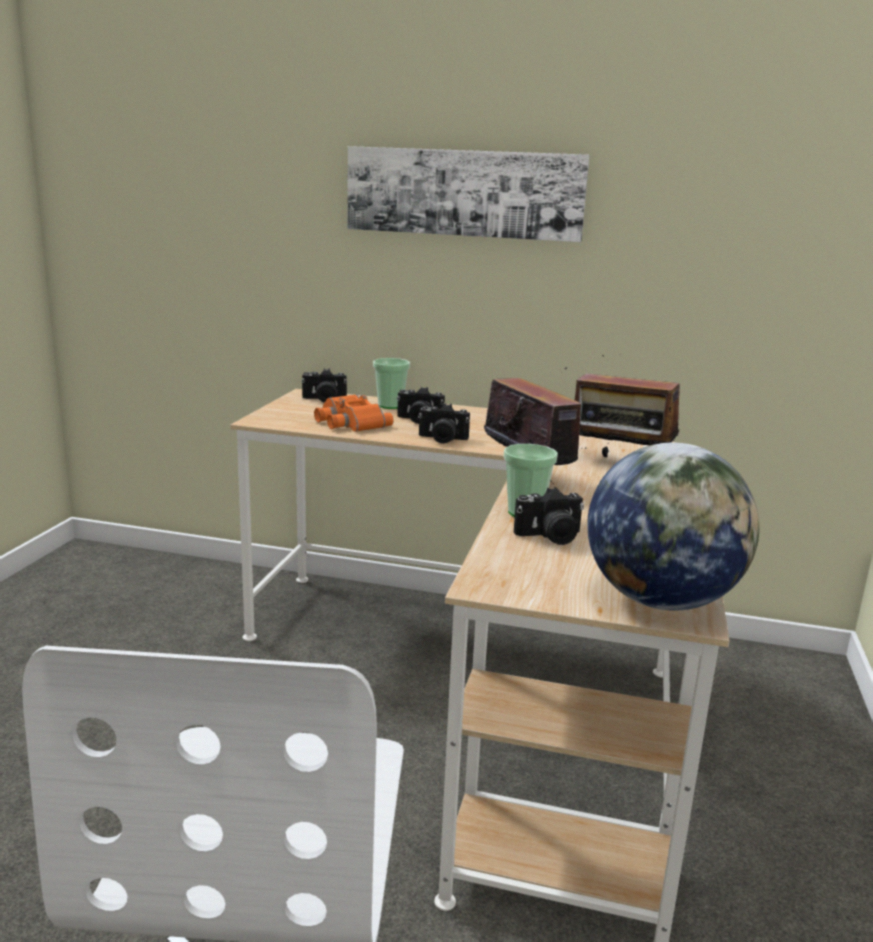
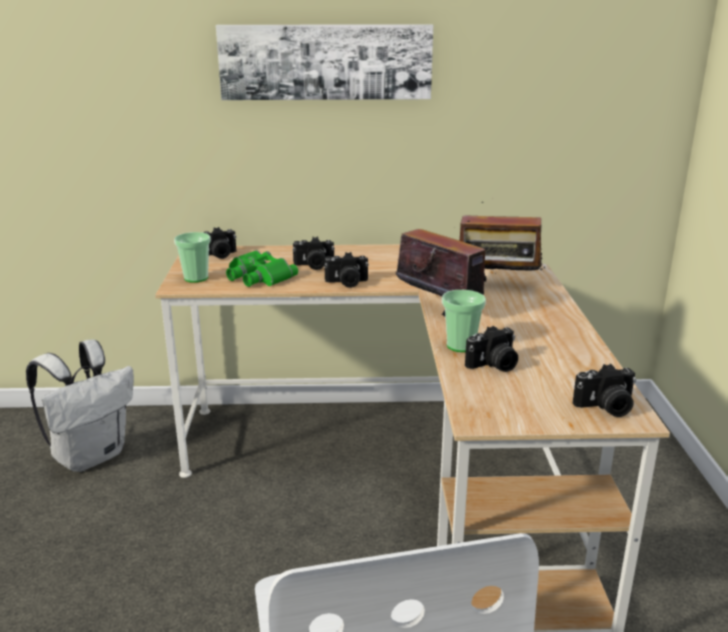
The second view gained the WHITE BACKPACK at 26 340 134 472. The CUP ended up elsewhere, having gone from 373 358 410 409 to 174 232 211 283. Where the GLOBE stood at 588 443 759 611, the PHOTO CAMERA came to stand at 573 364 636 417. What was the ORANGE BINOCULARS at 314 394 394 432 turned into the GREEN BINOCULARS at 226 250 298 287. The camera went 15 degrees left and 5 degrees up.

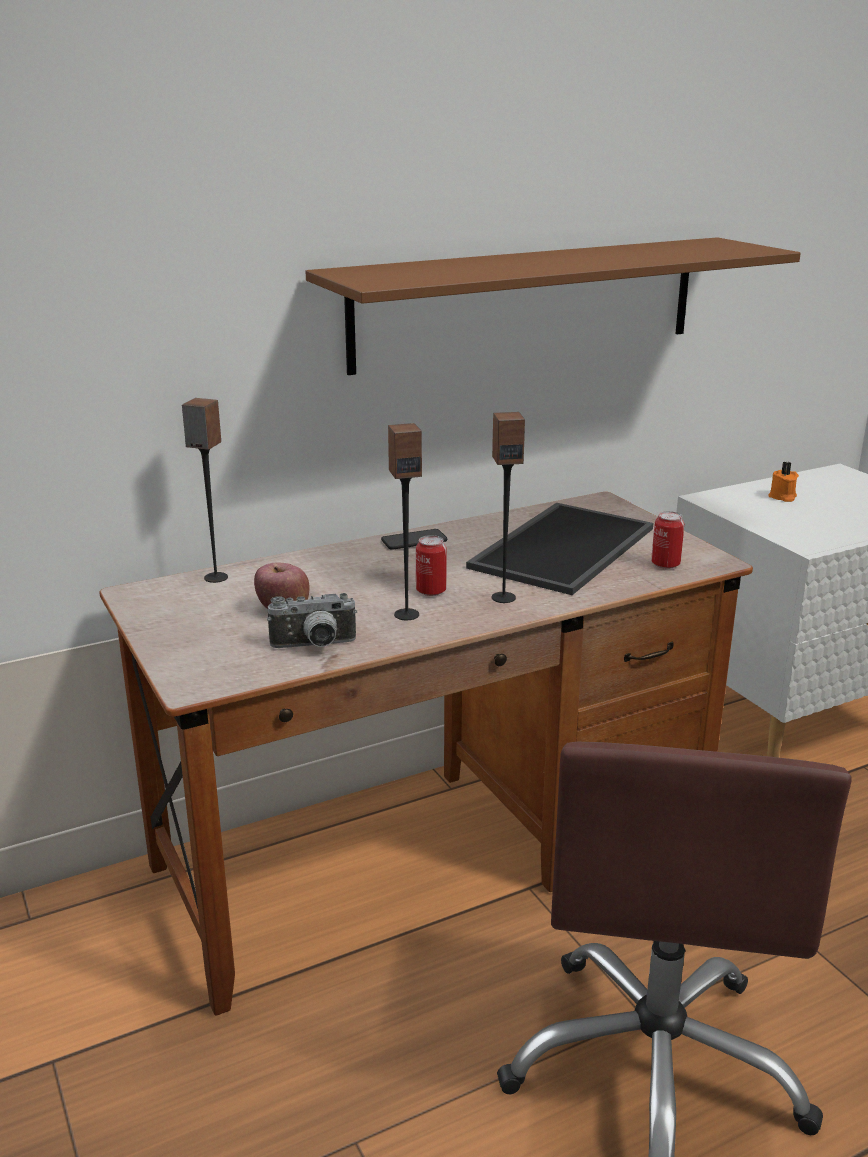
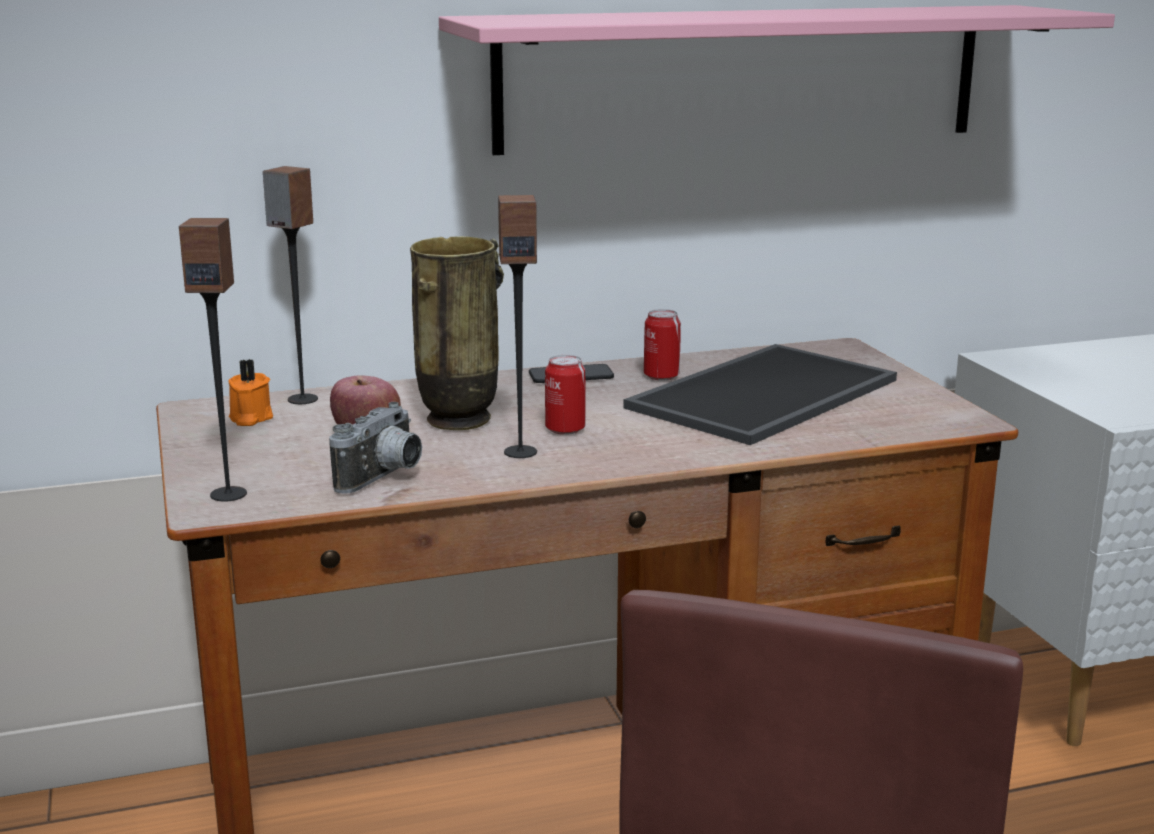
The second view gained the VASE at 410 236 504 430. The SPEAKER ended up elsewhere, having gone from 491 412 525 603 to 179 218 247 502. The CAN ended up elsewhere, having gone from 651 511 684 569 to 644 309 681 381. The ORANGE CANDLE ended up elsewhere, having gone from 768 462 799 502 to 228 359 273 426. What was the BROWN SHELF at 305 237 801 375 turned into the PINK SHELF at 439 5 1115 155. The PHOTO CAMERA at 267 593 357 648 ended up facing another way, 60 degrees counterclockwise from before. The camera went 10 degrees right and 5 degrees down.

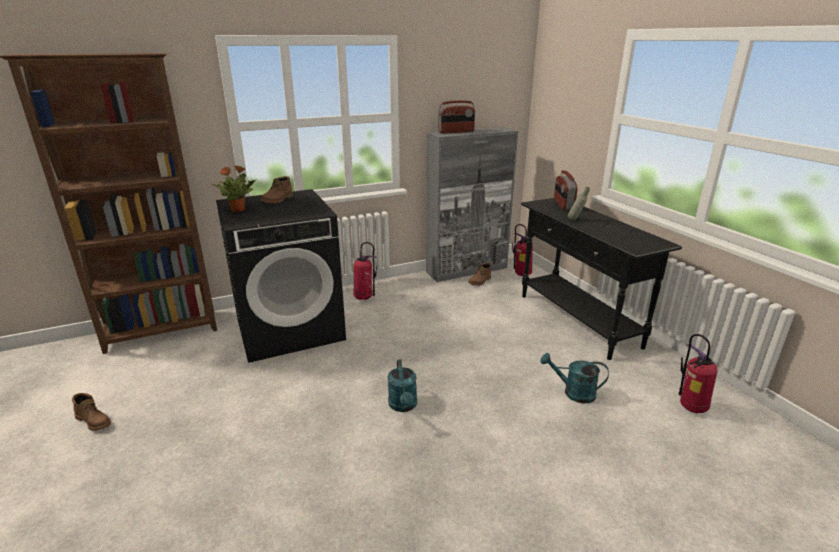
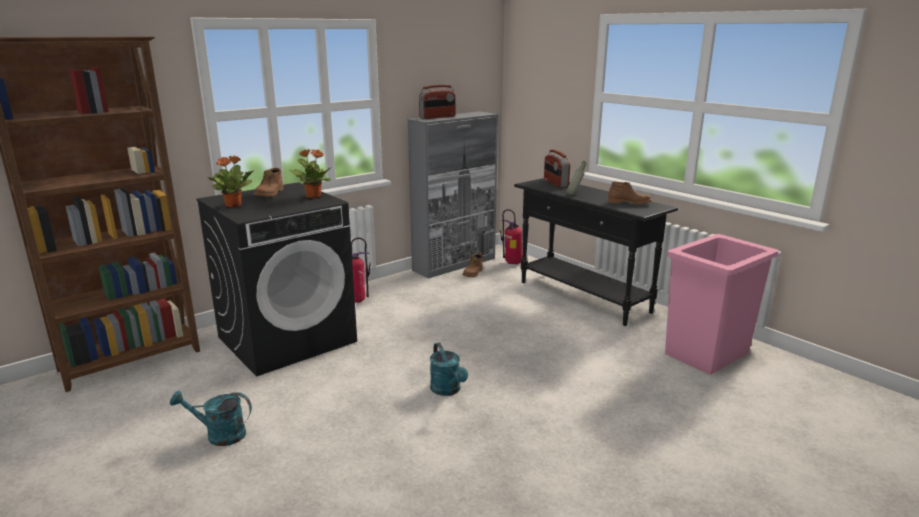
The second view gained the POTTED PLANT at 289 149 332 198. The BROWN BOOT ended up elsewhere, having gone from 72 393 111 431 to 608 182 652 205. The TURQUOISE WATERING CAN ended up elsewhere, having gone from 540 353 609 403 to 170 390 252 446. Where the FIRE EXTINGUISHER stood at 679 334 717 413, the PINK TRASH CAN came to stand at 665 234 779 375. The camera went 15 degrees left and 5 degrees down.

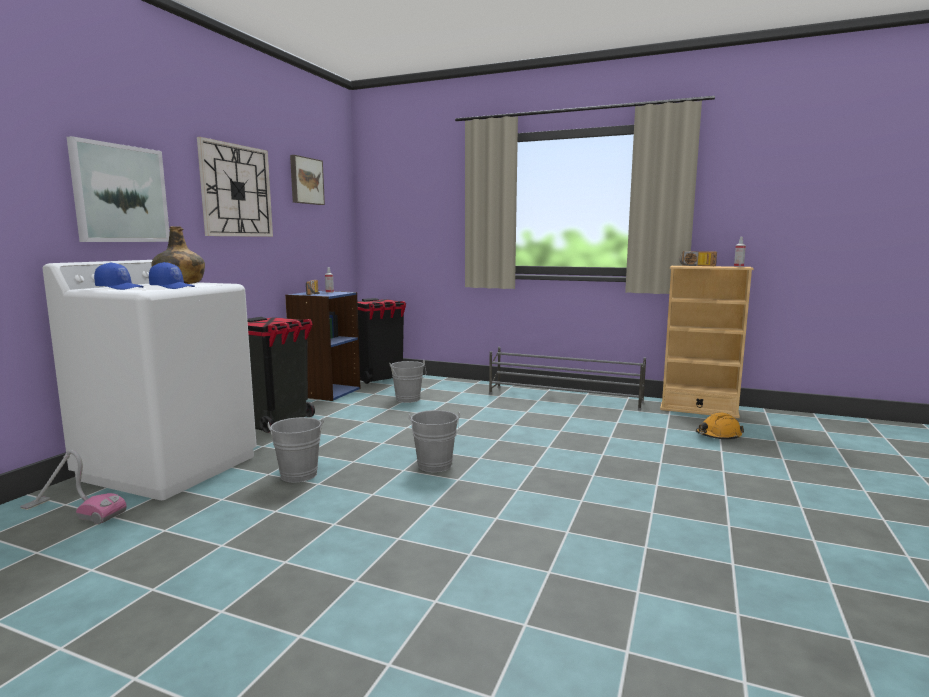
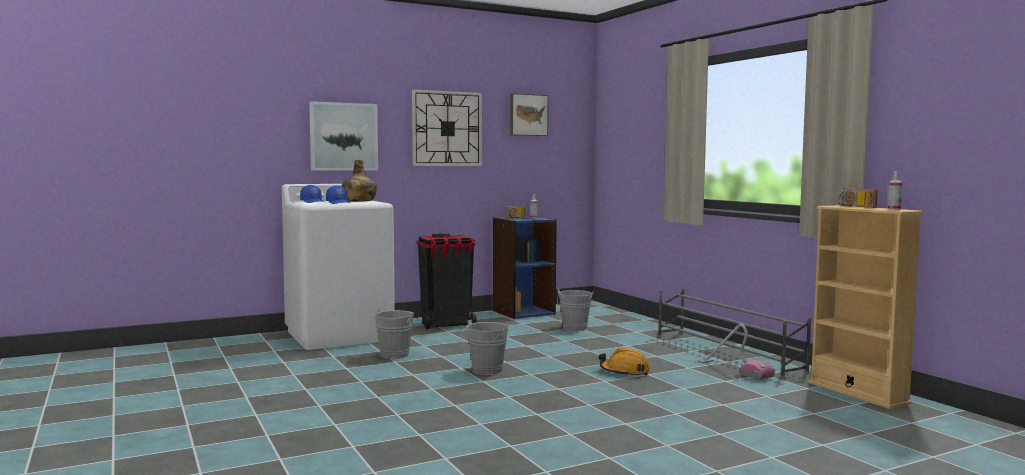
The second view lost the BLACK TRASH CAN at 357 298 406 384. The VACUUM CLEANER ended up elsewhere, having gone from 20 450 127 524 to 697 324 775 380. The ORANGE HARD HAT ended up elsewhere, having gone from 696 413 744 440 to 599 347 650 376. The camera went 40 degrees right and 5 degrees down.

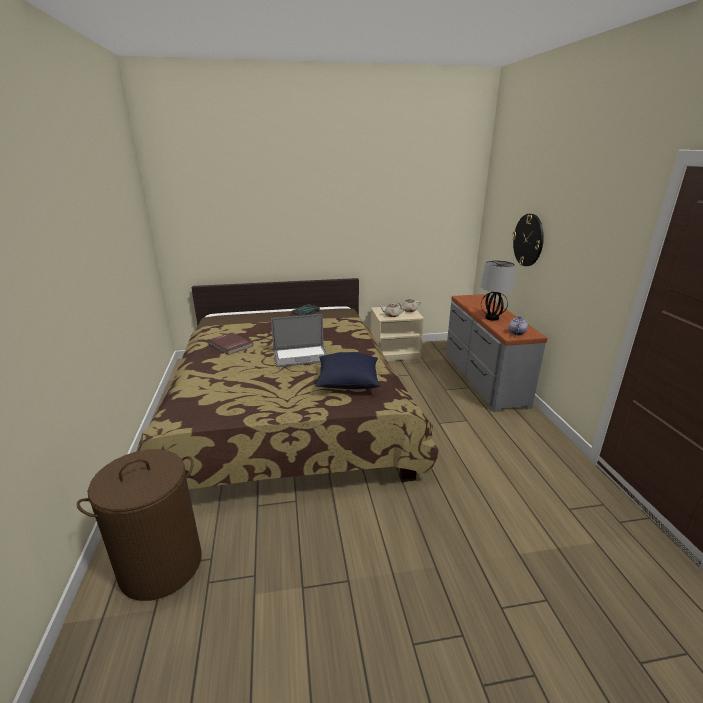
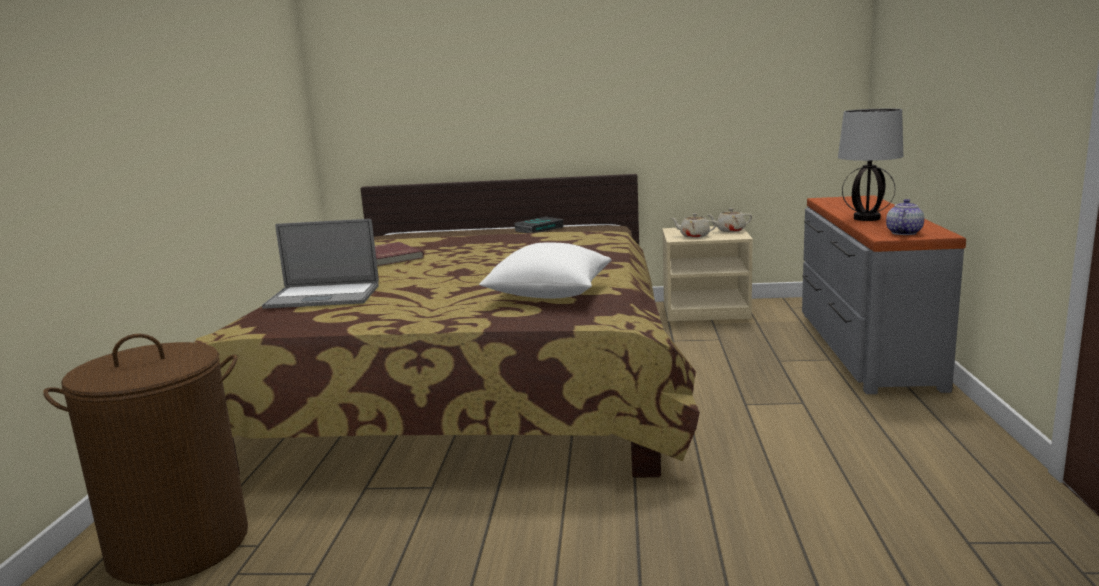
The second view lost the WALL CLOCK at 512 214 544 266. The LAPTOP ended up elsewhere, having gone from 271 314 328 367 to 262 219 379 309. What was the BLUE PILLOW at 315 352 381 389 turned into the WHITE PILLOW at 479 243 611 299. The camera went 15 degrees right and 10 degrees down.

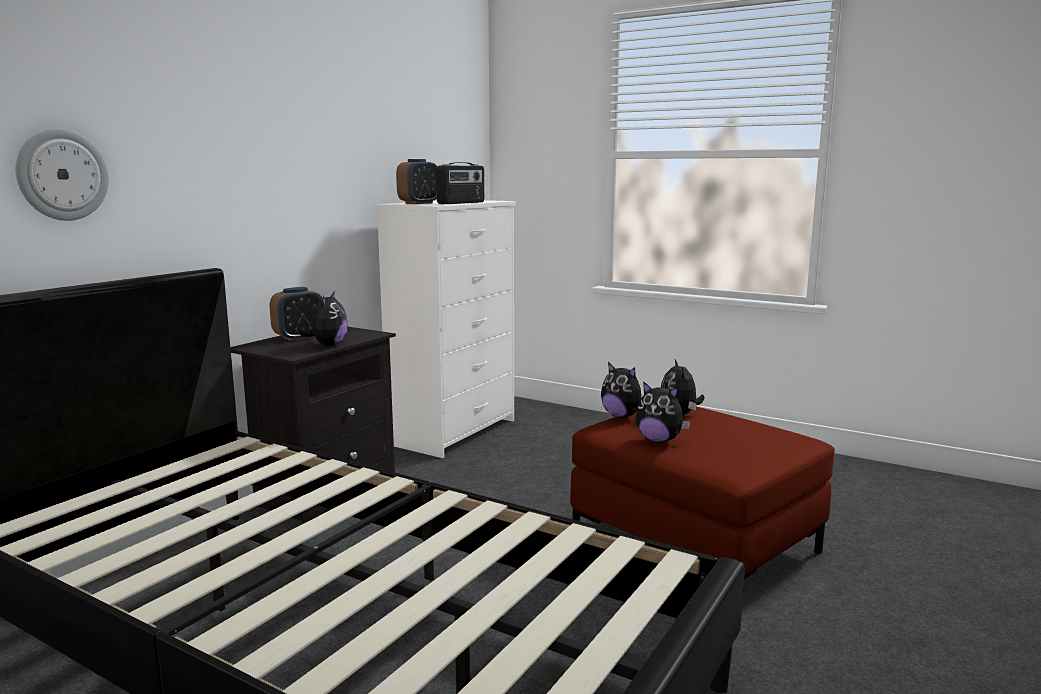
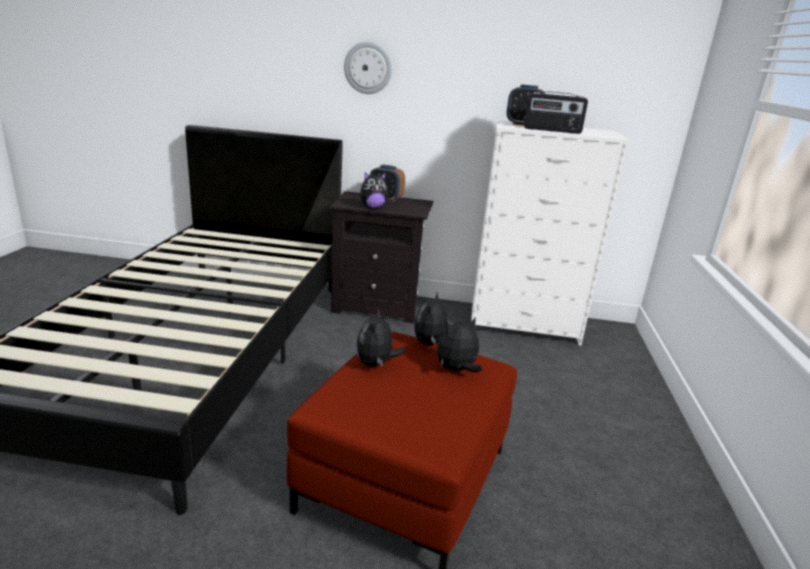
The WALL CLOCK ended up elsewhere, having gone from 15 128 109 221 to 344 42 392 94. The camera went 65 degrees right and 10 degrees up.

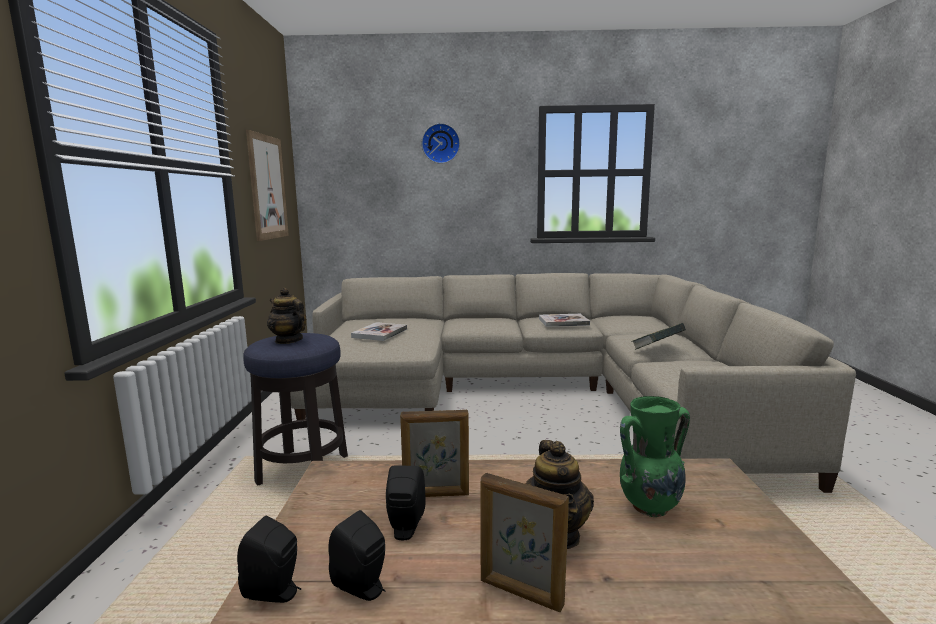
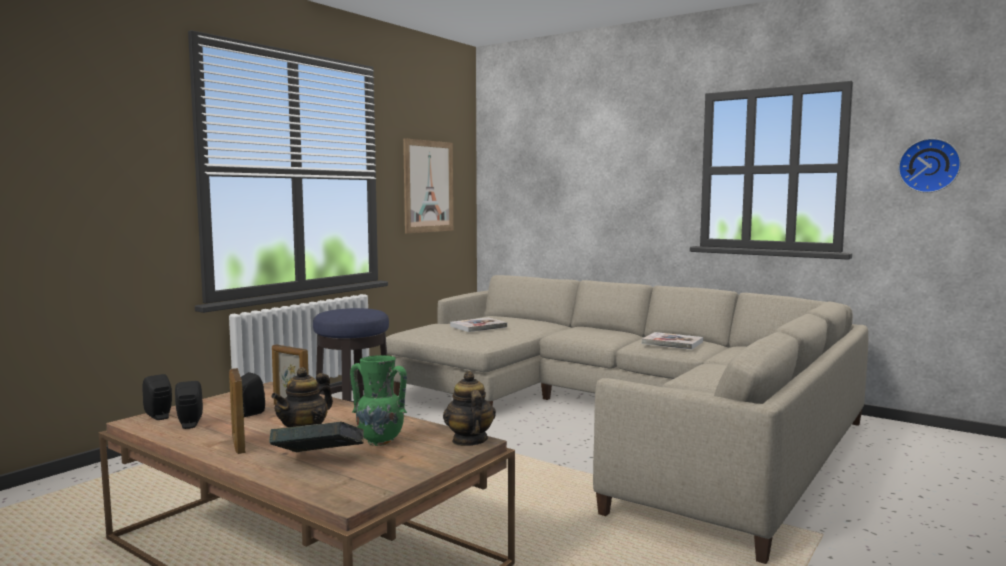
The TEAPOT ended up elsewhere, having gone from 267 288 307 344 to 443 371 496 446. The WALL CLOCK ended up elsewhere, having gone from 422 123 460 164 to 898 138 961 193. The BOOK ended up elsewhere, having gone from 631 323 686 350 to 269 422 364 452. The camera went 35 degrees right and 5 degrees down.

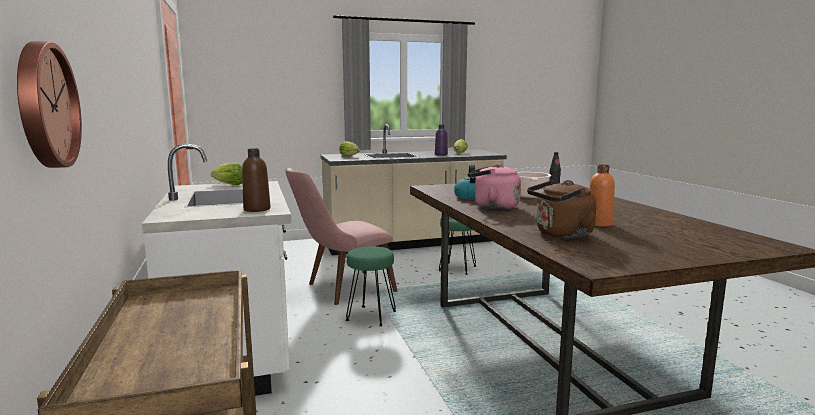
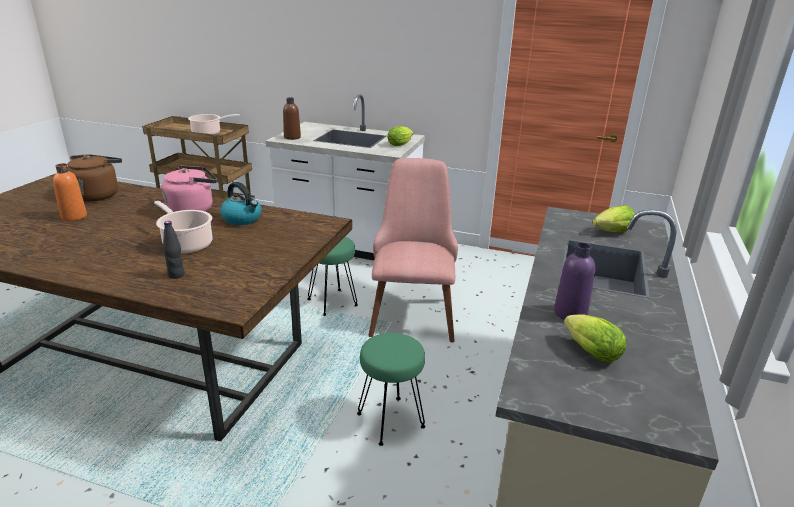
The second view lost the WALL CLOCK at 17 41 82 168. The second view gained the COOKING POT at 188 114 240 135. The camera went 125 degrees right and 15 degrees up.

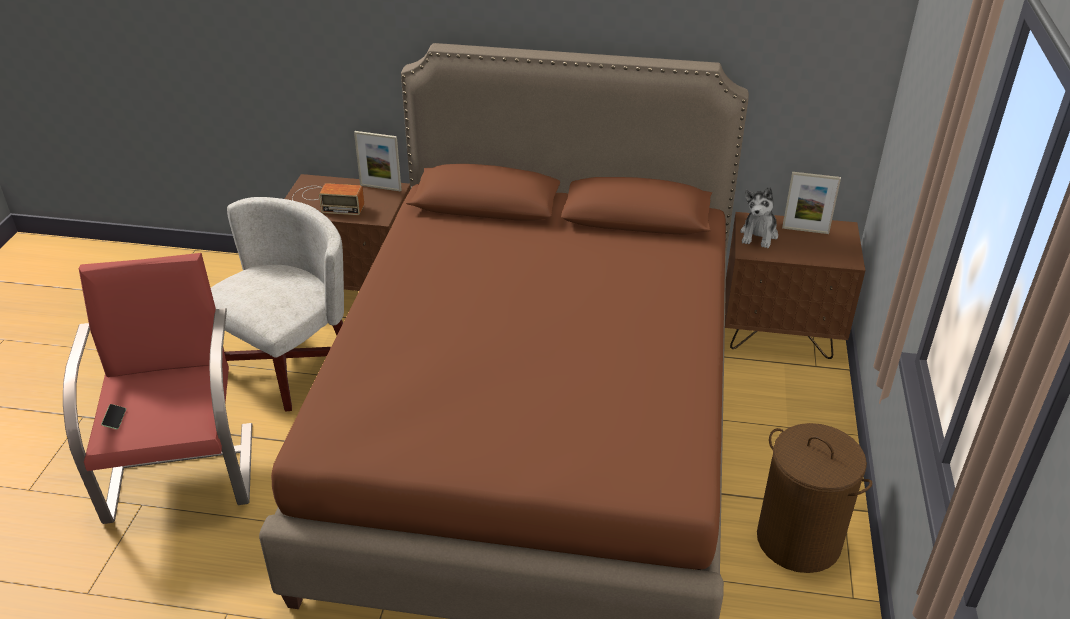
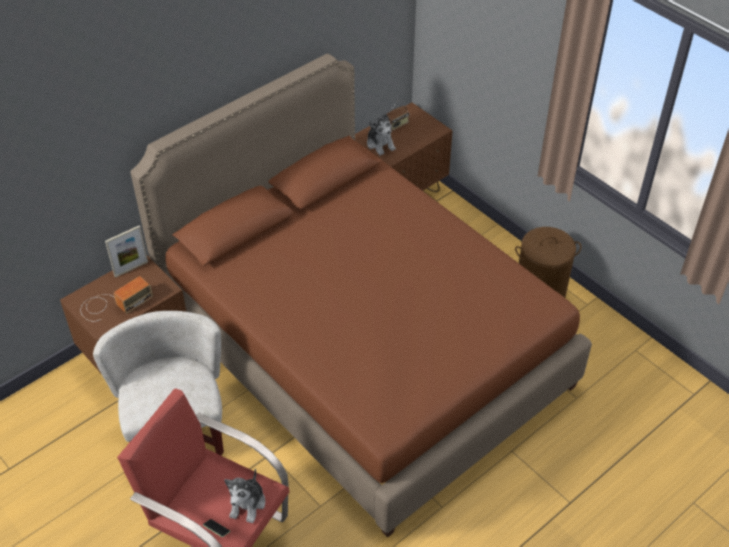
The second view gained the PLUSH TOY at 224 468 265 523. Where the PICTURE FRAME stood at 782 172 841 234, the RADIO came to stand at 387 100 409 131. The camera went 50 degrees left and 10 degrees up.

